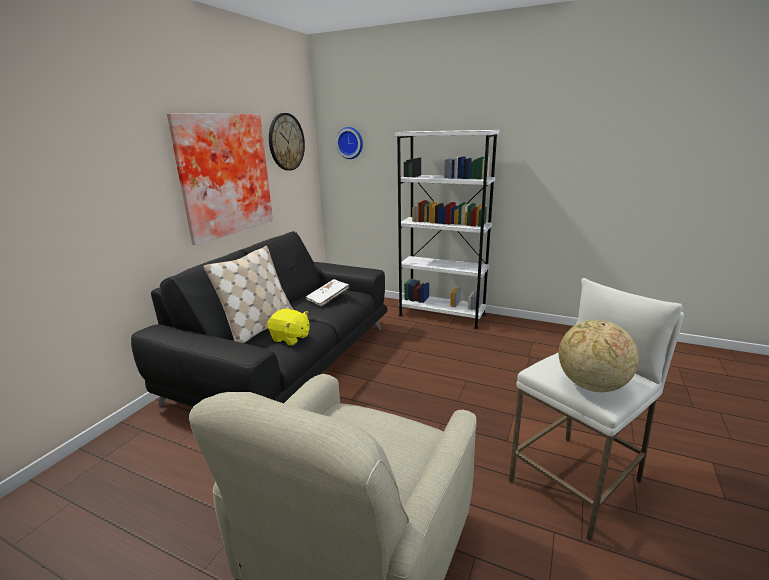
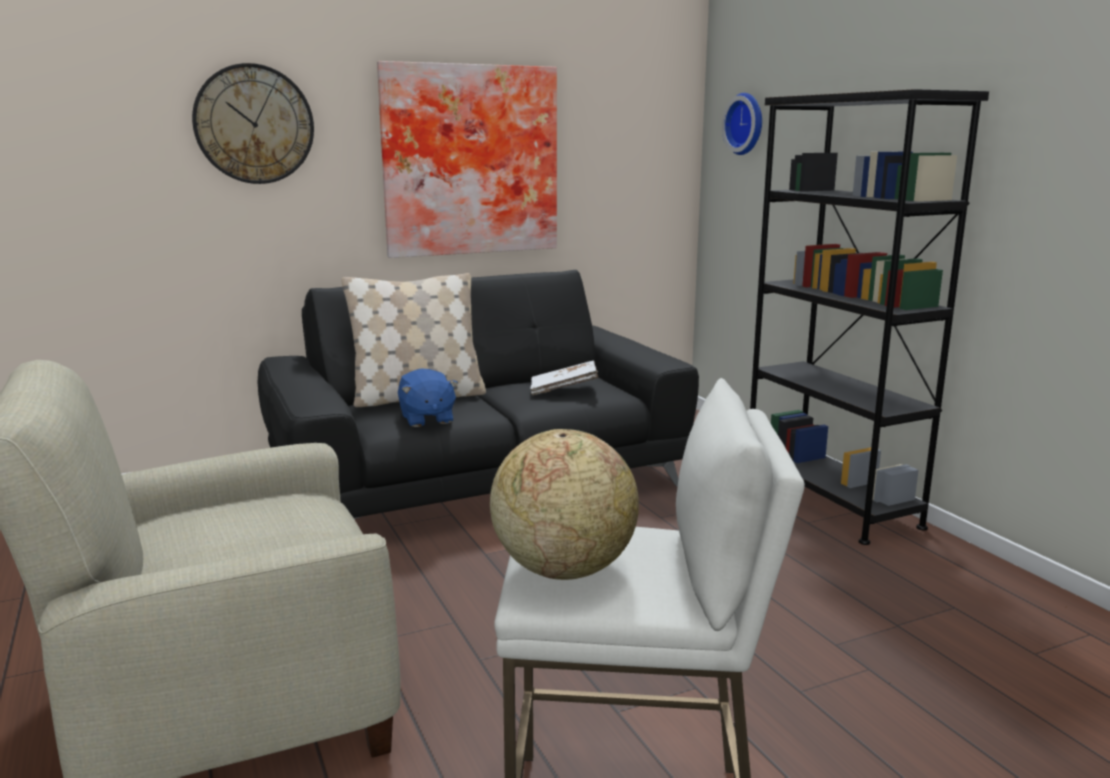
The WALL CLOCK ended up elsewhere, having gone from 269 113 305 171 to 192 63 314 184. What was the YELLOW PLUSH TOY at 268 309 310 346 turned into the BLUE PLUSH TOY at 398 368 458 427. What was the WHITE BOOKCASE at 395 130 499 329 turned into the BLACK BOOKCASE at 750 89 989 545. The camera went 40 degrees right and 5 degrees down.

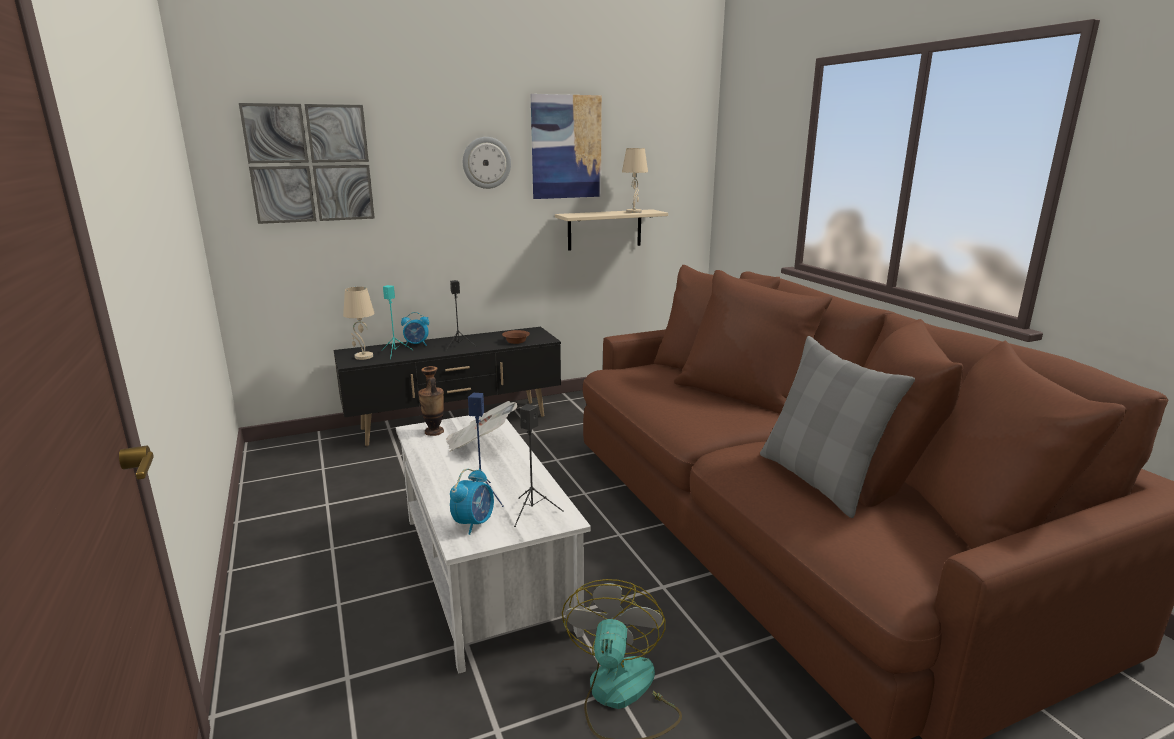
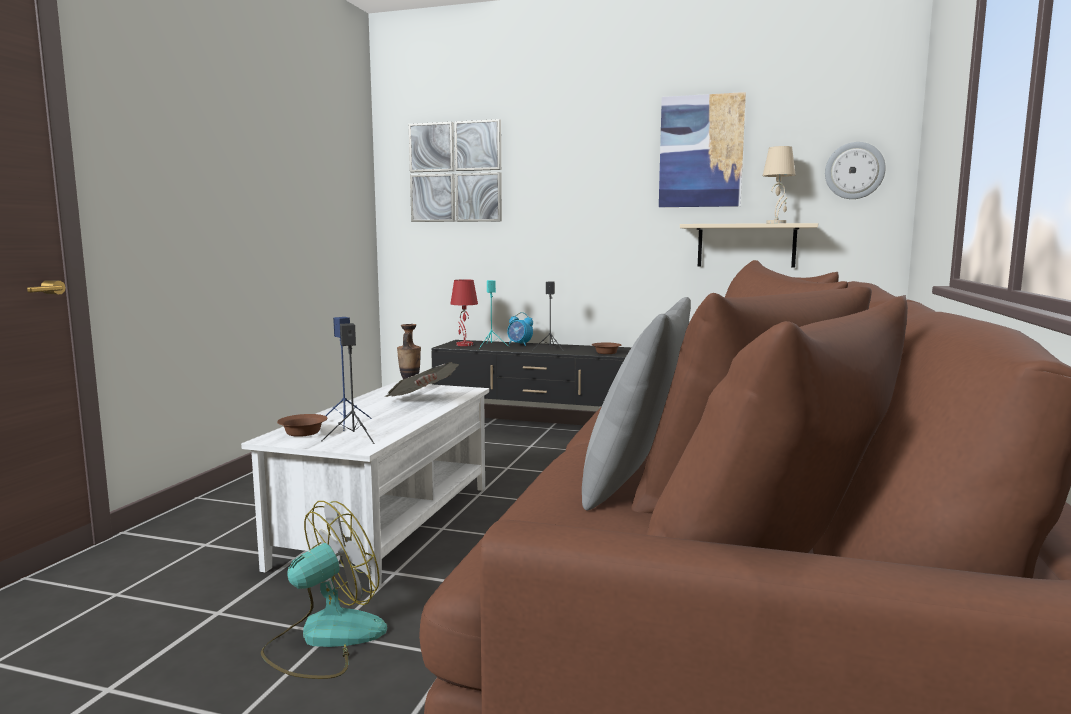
The WALL CLOCK ended up elsewhere, having gone from 463 137 511 189 to 825 142 886 199. Where the ALARM CLOCK stood at 450 469 494 535, the BROWN BOWL came to stand at 277 414 327 437. What was the BEIGE TABLE LAMP at 343 287 375 360 turned into the RED TABLE LAMP at 450 279 478 346. The camera went 40 degrees right and 10 degrees down.

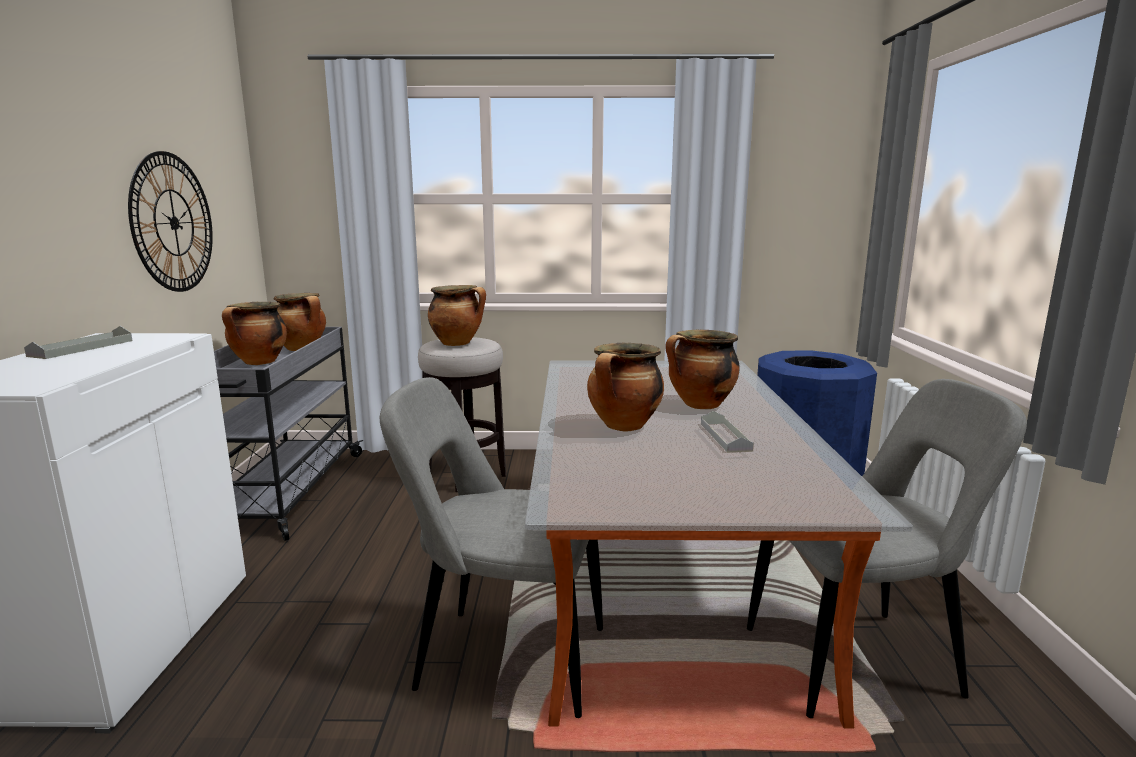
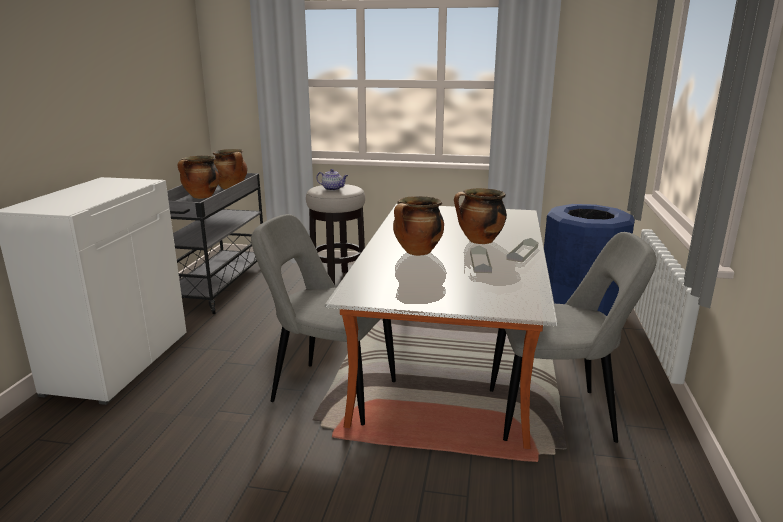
The second view lost the WALL CLOCK at 128 151 213 292. The GREY TRAY ended up elsewhere, having gone from 24 326 133 359 to 506 238 538 263. Where the COOKING POT stood at 428 285 486 346, the TEAPOT came to stand at 316 169 348 191. The camera went 10 degrees right and 5 degrees up.

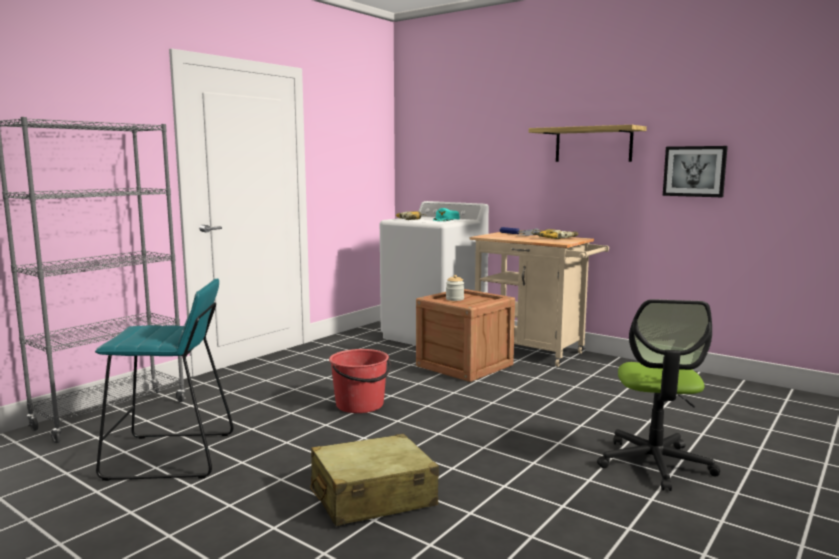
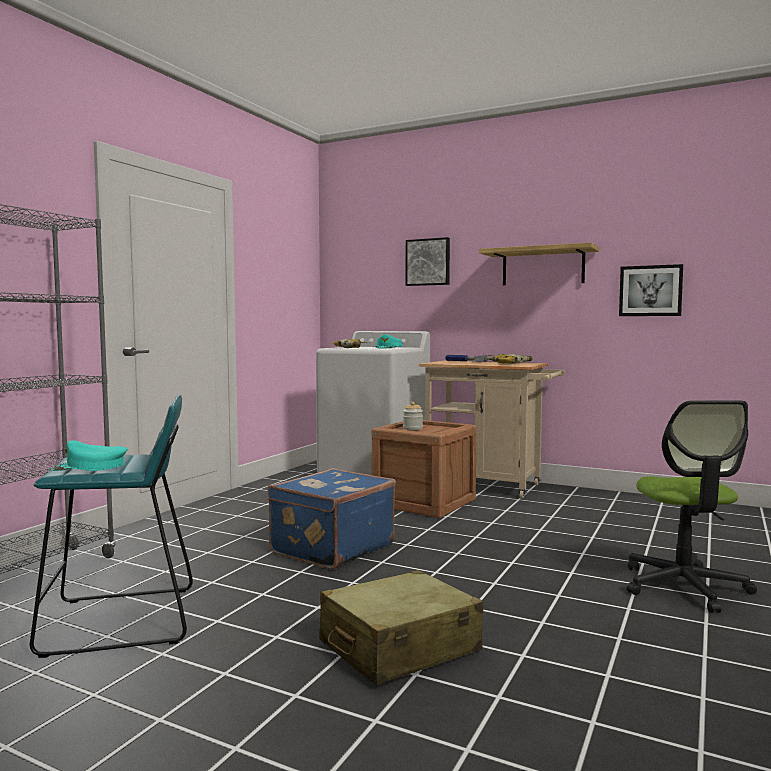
The second view gained the TURQUOISE CAP at 51 440 127 471. The second view gained the PICTURE at 406 237 450 286. Where the RED BUCKET stood at 329 349 391 413, the BLUE SUITCASE came to stand at 267 468 396 570. The camera went 10 degrees left and 5 degrees down.

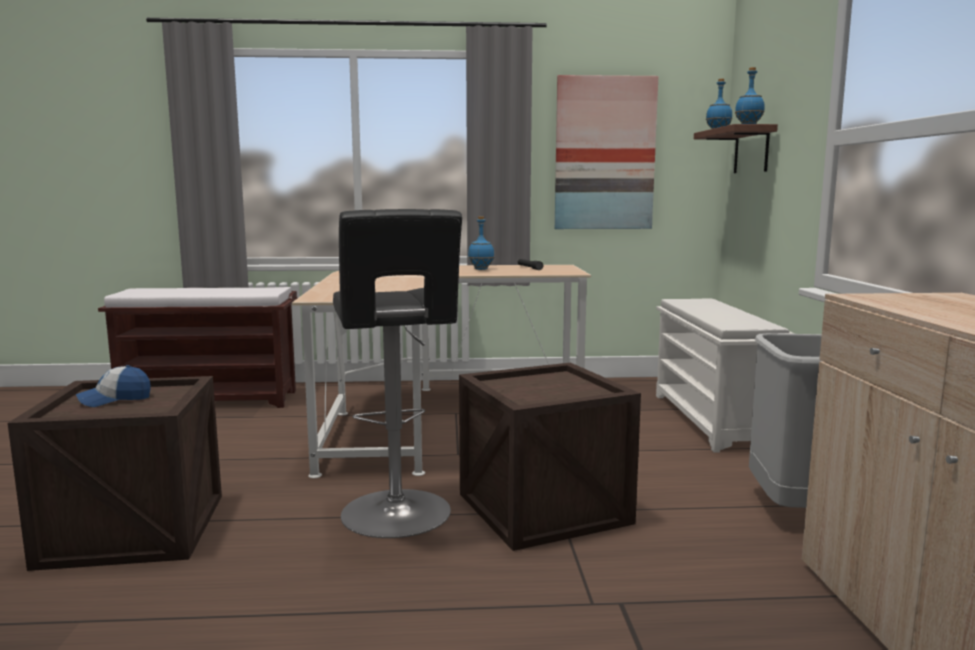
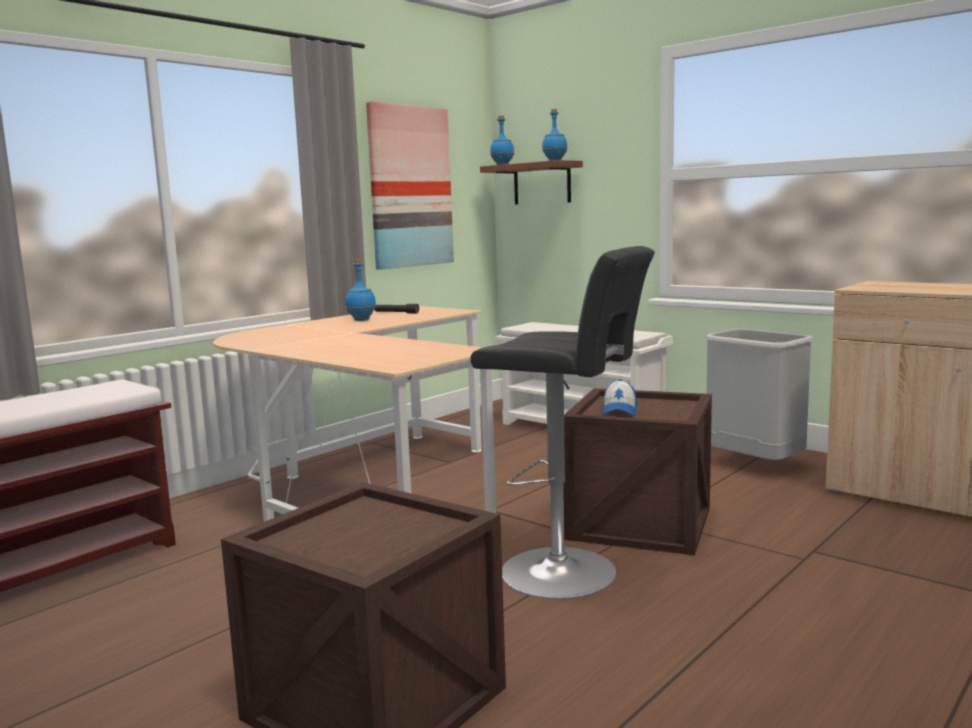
The CAP ended up elsewhere, having gone from 76 365 151 407 to 602 379 637 416. The camera went 45 degrees left and 0 degrees up.

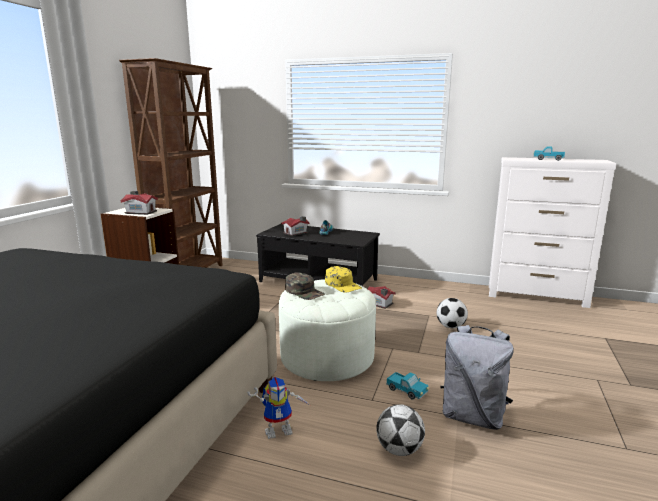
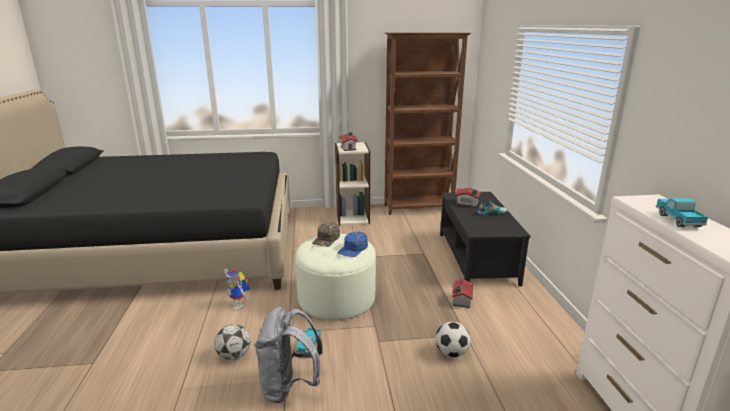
What was the YELLOW CAP at 325 266 362 292 turned into the BLUE CAP at 338 232 368 257. The camera went 65 degrees right and 5 degrees up.

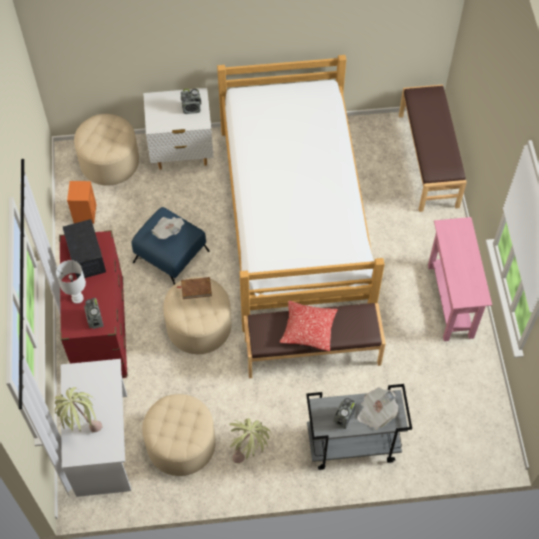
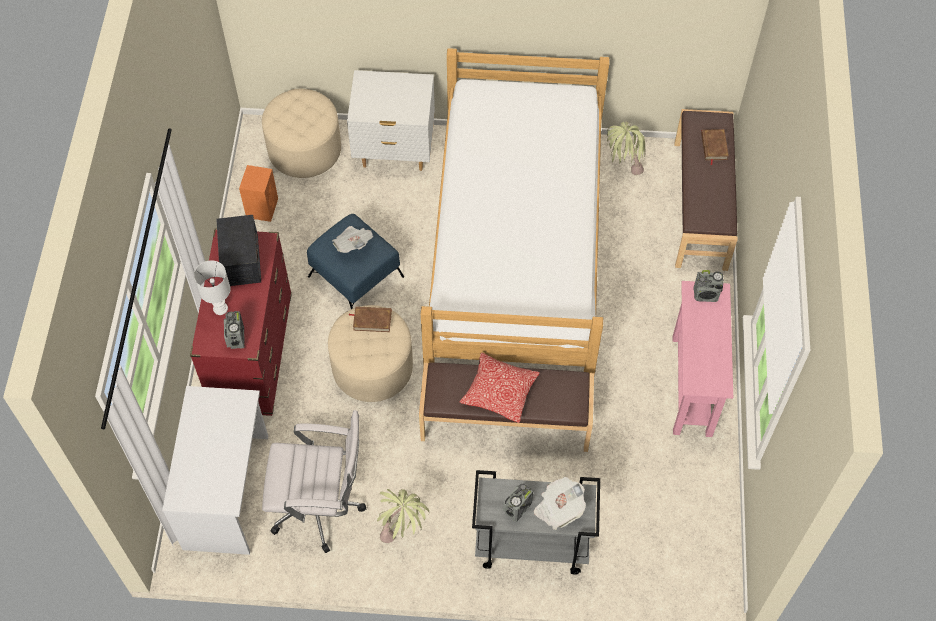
The second view gained the BROWN BOOK at 701 129 729 165. The POTTED PLANT ended up elsewhere, having gone from 55 387 102 432 to 607 121 645 175. The RADIO ended up elsewhere, having gone from 181 89 201 114 to 694 270 724 302. Where the BEIGE OTTOMAN stood at 142 394 215 476, the WHITE OFFICE CHAIR came to stand at 262 410 366 553. The camera went 10 degrees right and 0 degrees up.

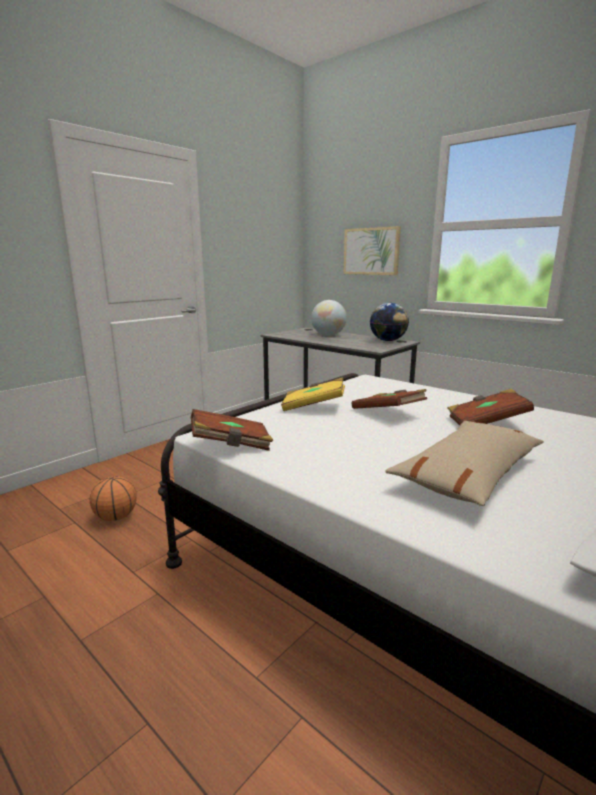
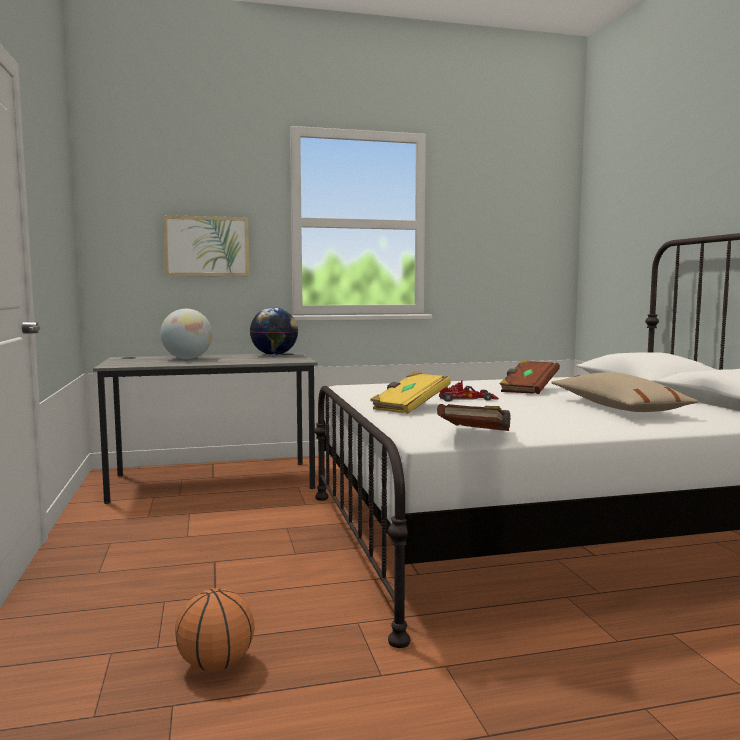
Where the BROWN BOOK stood at 352 389 427 409, the TOY CAR came to stand at 439 380 499 401. The camera went 55 degrees left and 10 degrees down.

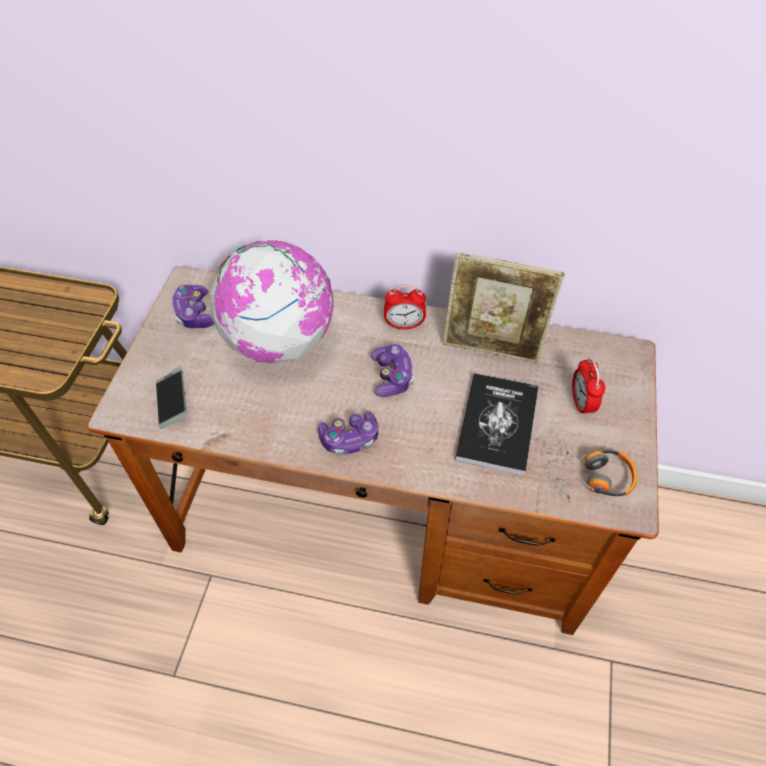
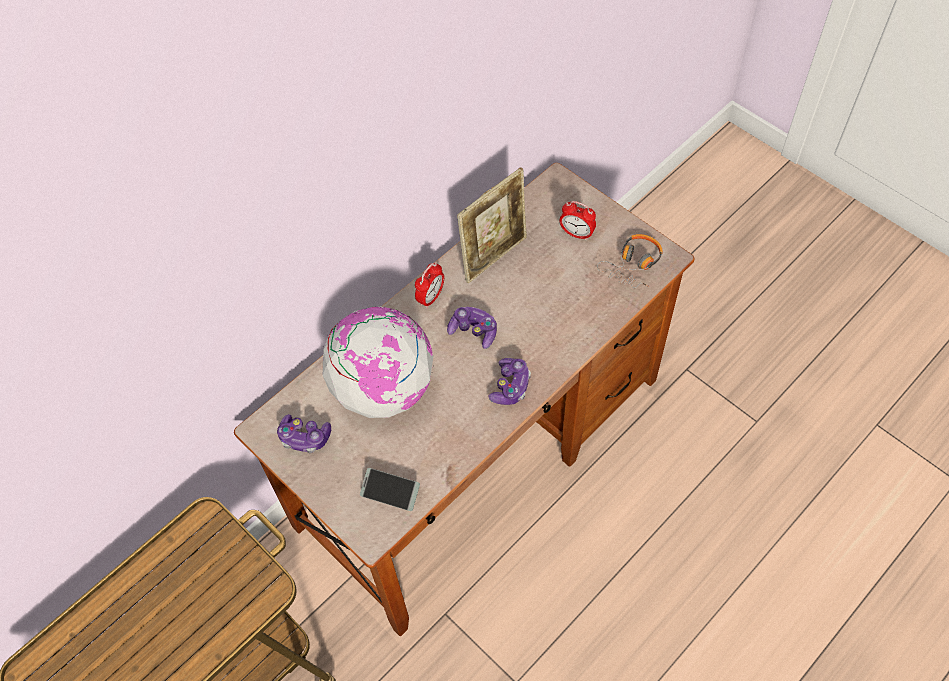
The second view lost the BOOK at 455 373 539 475. The camera went 55 degrees left and 5 degrees up.

